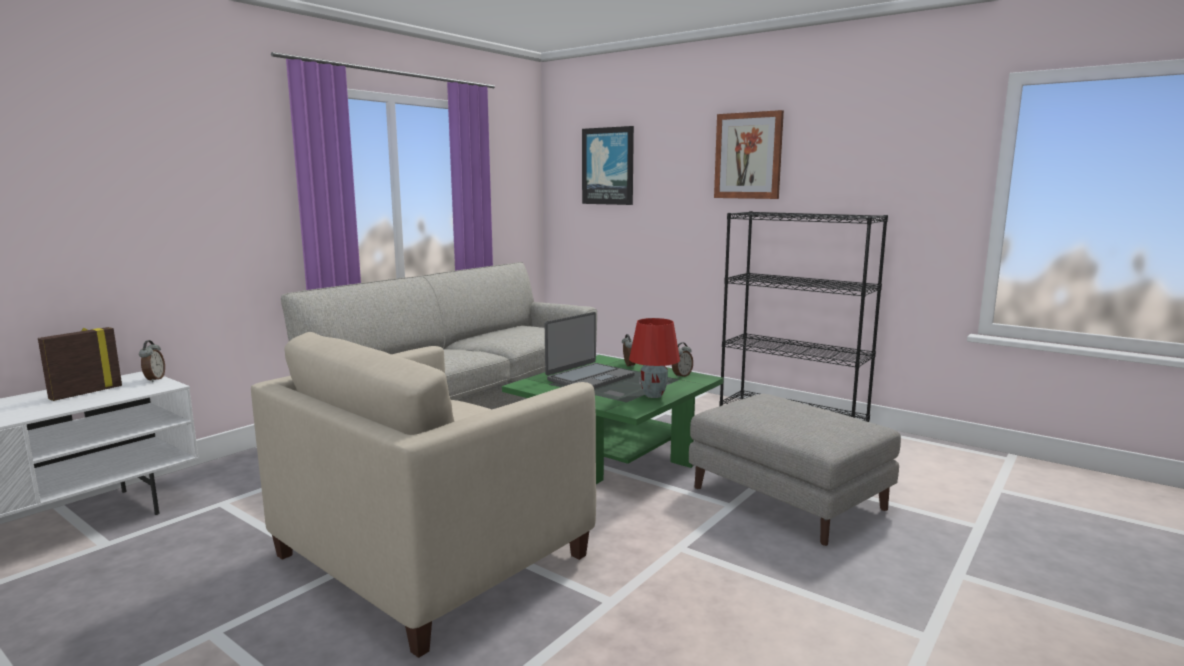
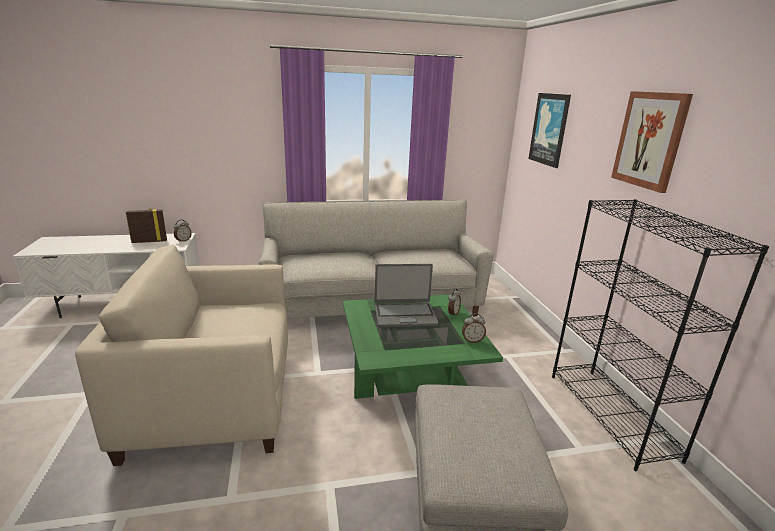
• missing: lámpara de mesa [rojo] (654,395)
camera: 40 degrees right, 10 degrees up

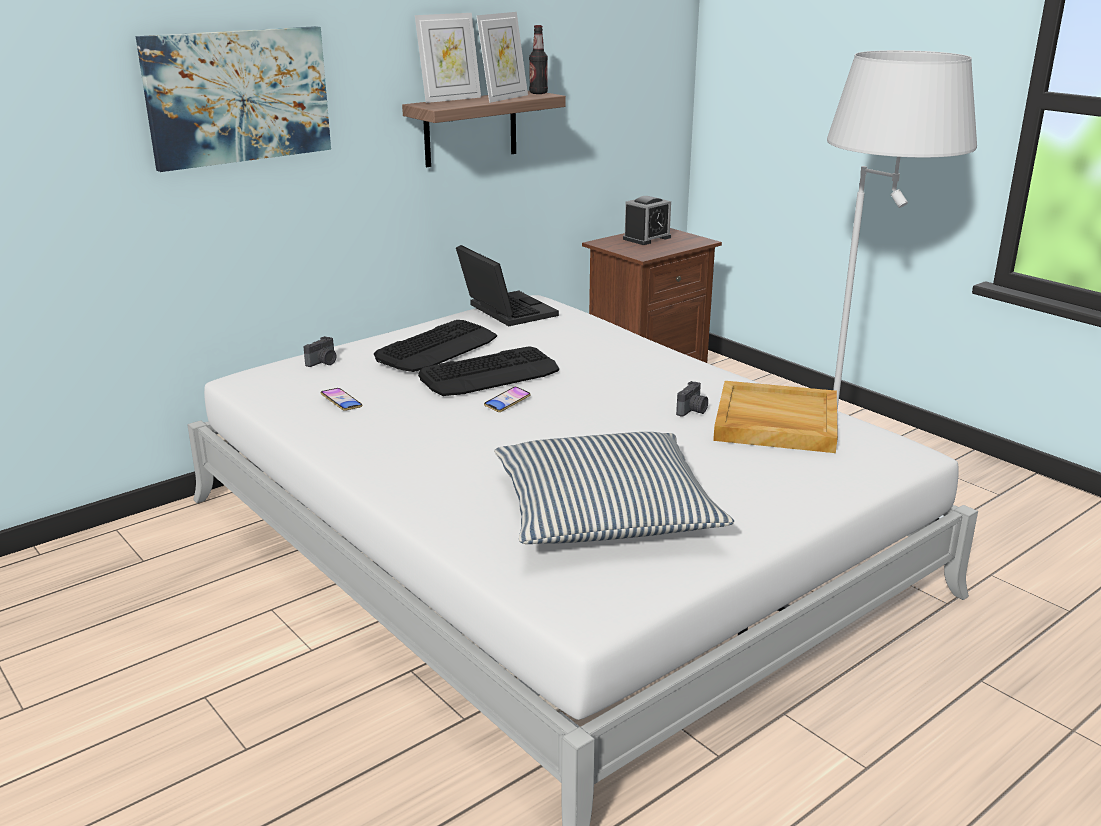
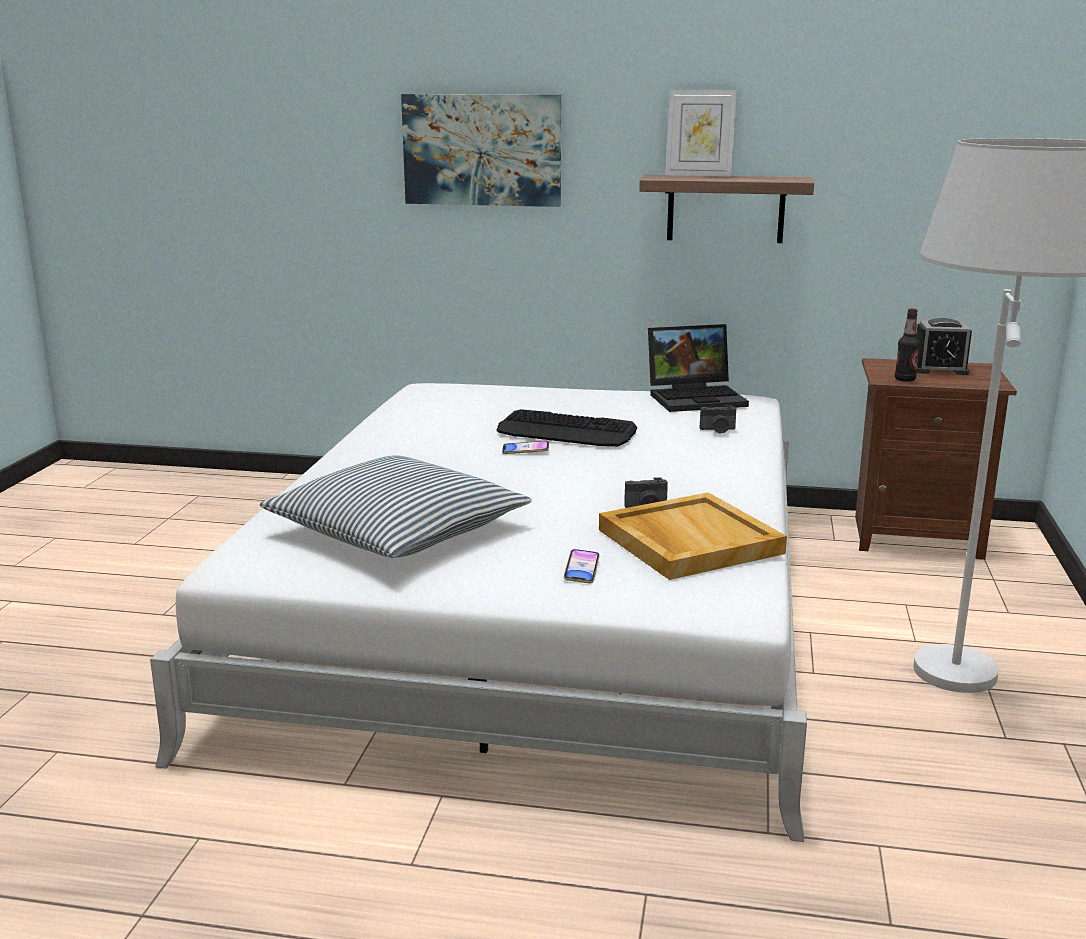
• missing: teclado (437,348)
• missing: portarretratos (503,98)
• relocated: cámara (323,362) to (718,430)
• relocated: móvil (341,402) to (581,570)
• relocated: botella (538,93) to (905,379)
• spun: portátil (504,311) = (697,398) 60 degrees clockwise
camera: 50 degrees right, 5 degrees down

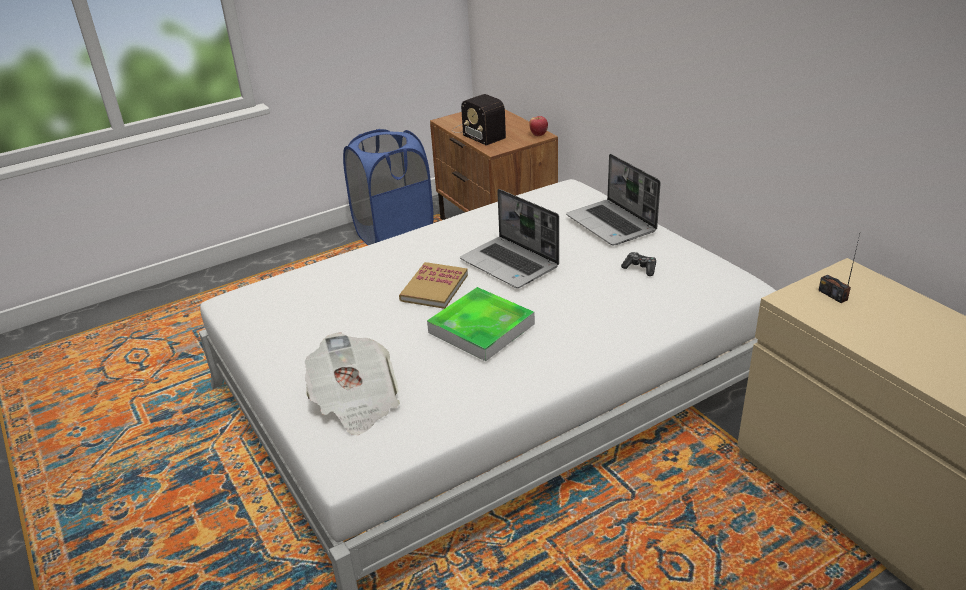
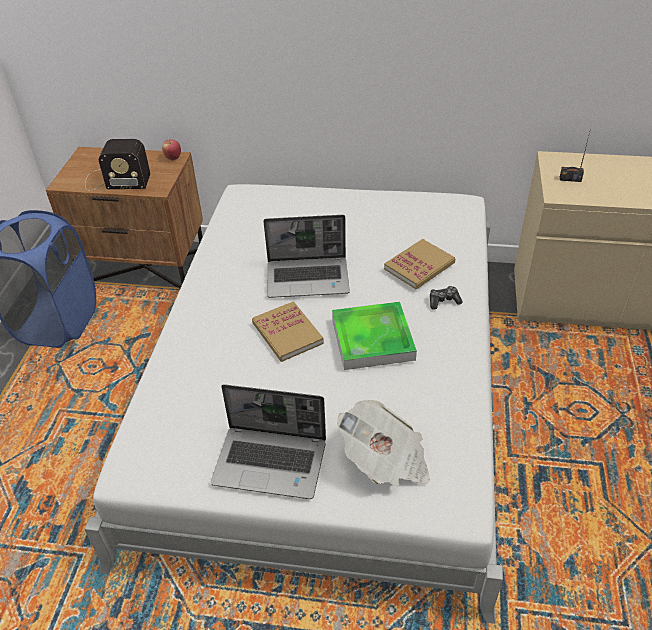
• appeared: libro (419,266)
• relocated: portátil (612,224) to (271,462)
• relocated: mando de consola (640,268) to (443,301)
camera: 50 degrees left, 10 degrees up

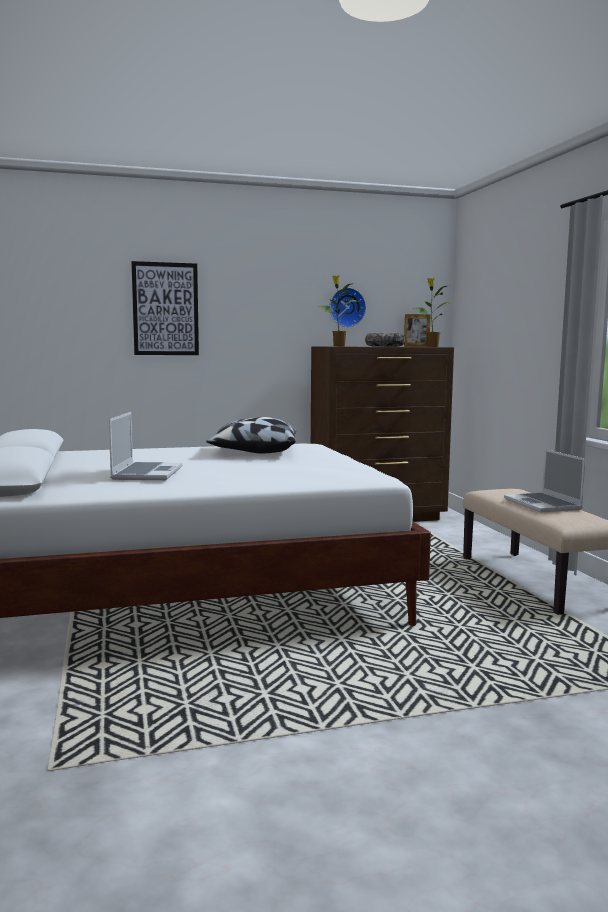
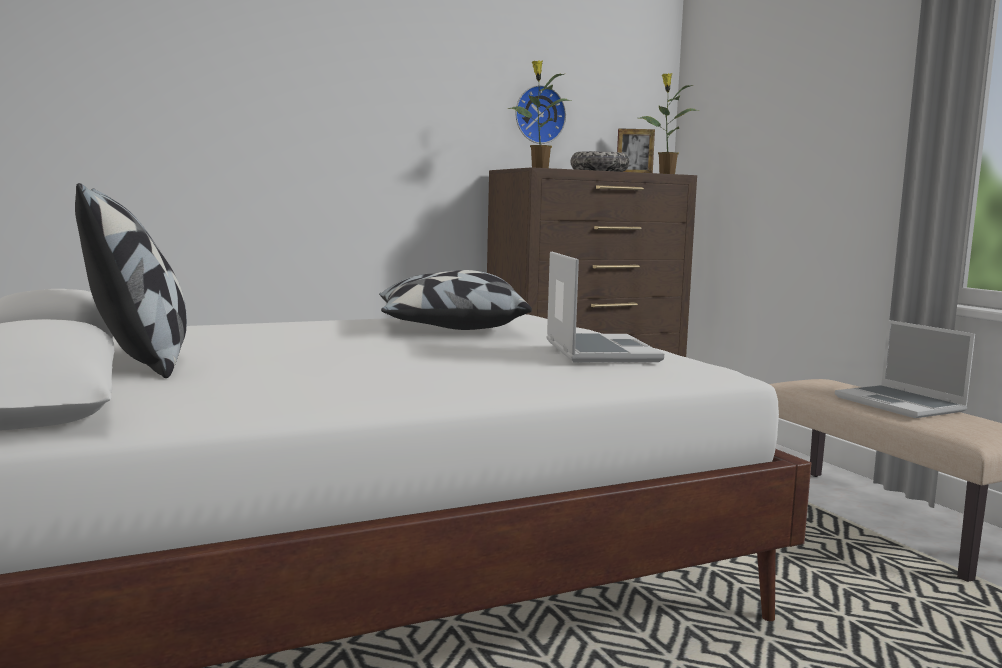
• missing: cuadro (165,309)
• appeared: cojín (139,361)
• relocated: portátil (146,473) to (598,351)
camera: 10 degrees left, 0 degrees up

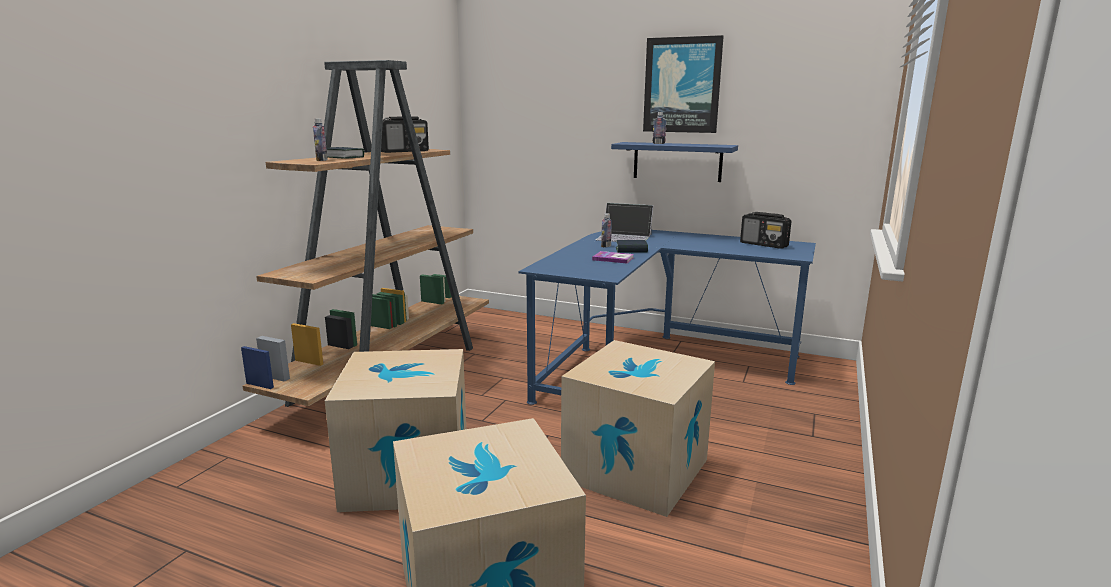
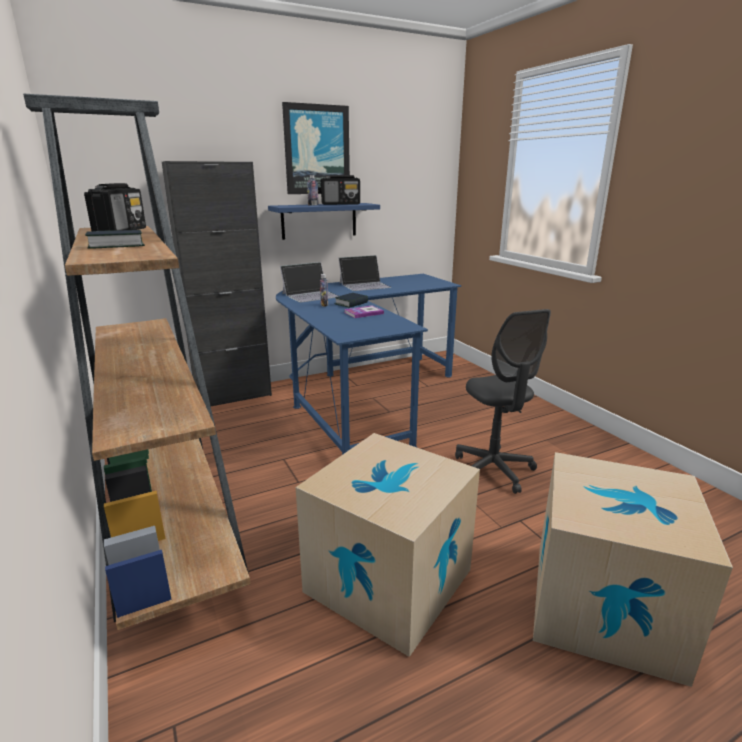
• missing: botella (322,160)
• appeared: armario [negro] (233,396)
• appeared: portátil (365,285)
• relocated: radio (764,245) to (341,204)
• exchanged: caja de cartón (635,469) to silla de oficina [gris] (493,470)
camera: 50 degrees left, 5 degrees up

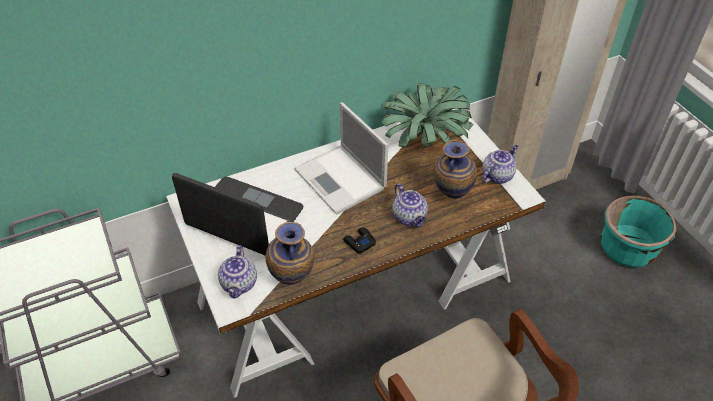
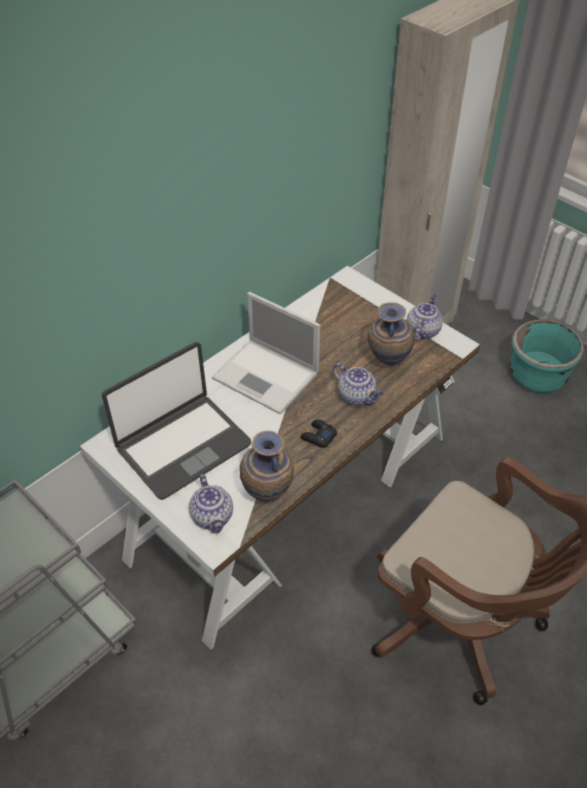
• missing: planta en maceta (424,141)
• spun: portátil (244,218) = (183,446) 135 degrees clockwise
camera: 20 degrees left, 0 degrees up

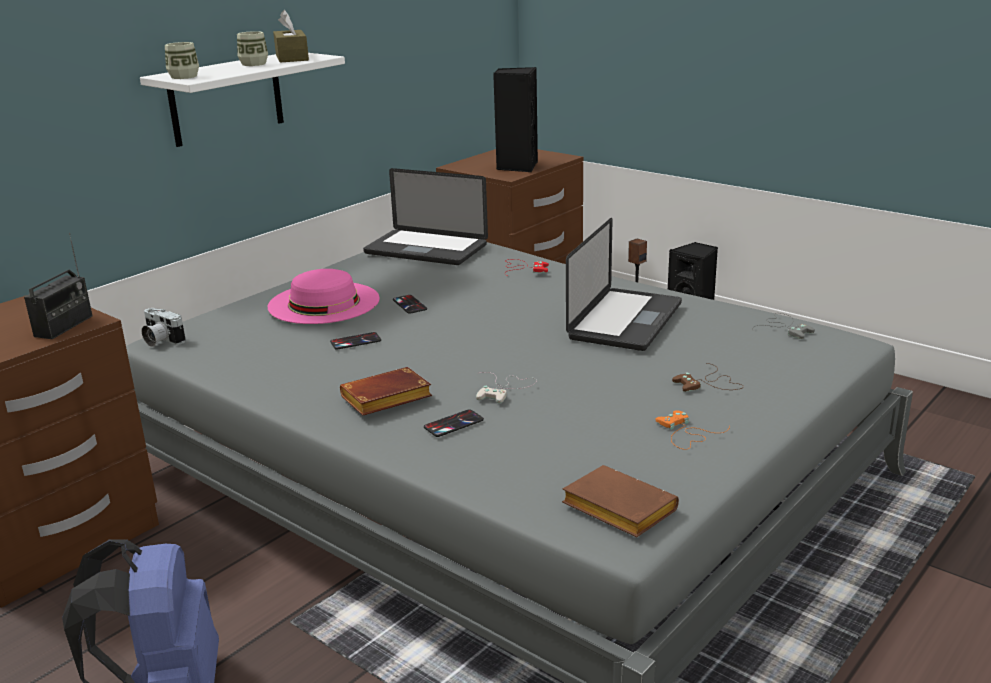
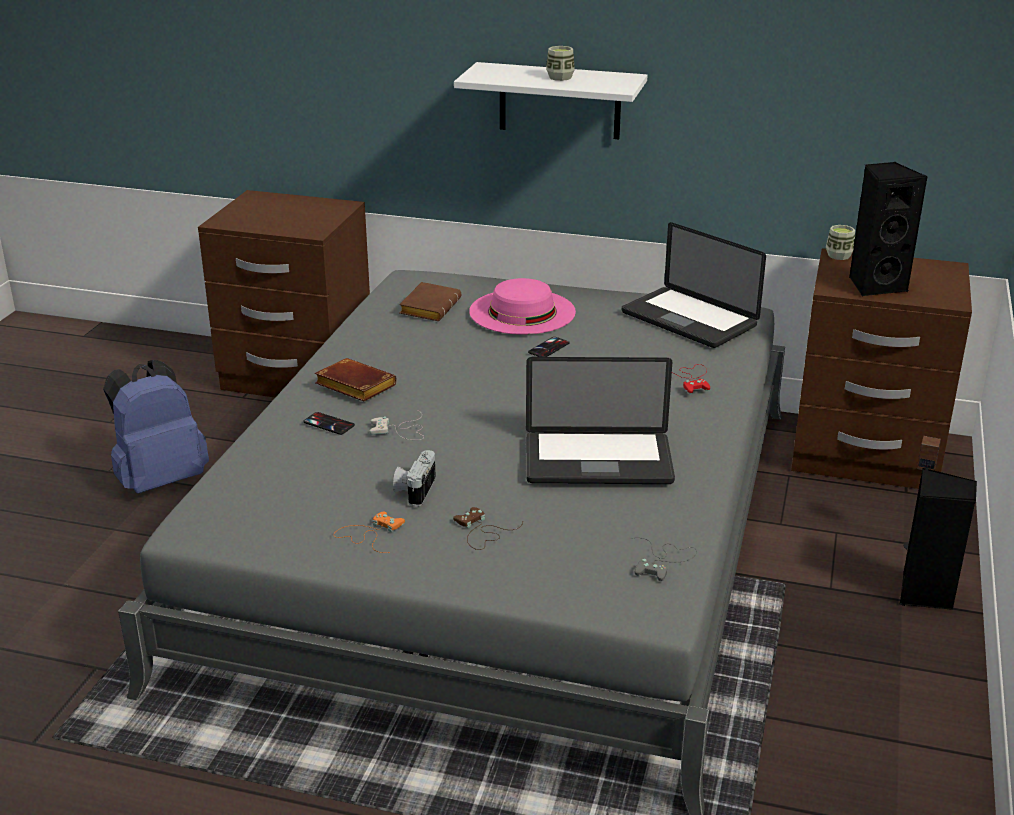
• missing: radio (64,326)
• missing: caja de pañuelos [marrón] (292,57)
• missing: móvil (355,341)
• relocated: cámara (160,340) to (414,490)
• relocated: taza (184,77) to (839,255)
• relocated: libro [marrón] (615,509) to (429,307)
• spun: portátil (426,249) = (689,319) 45 degrees counterclockwise
camera: 65 degrees right, 5 degrees up

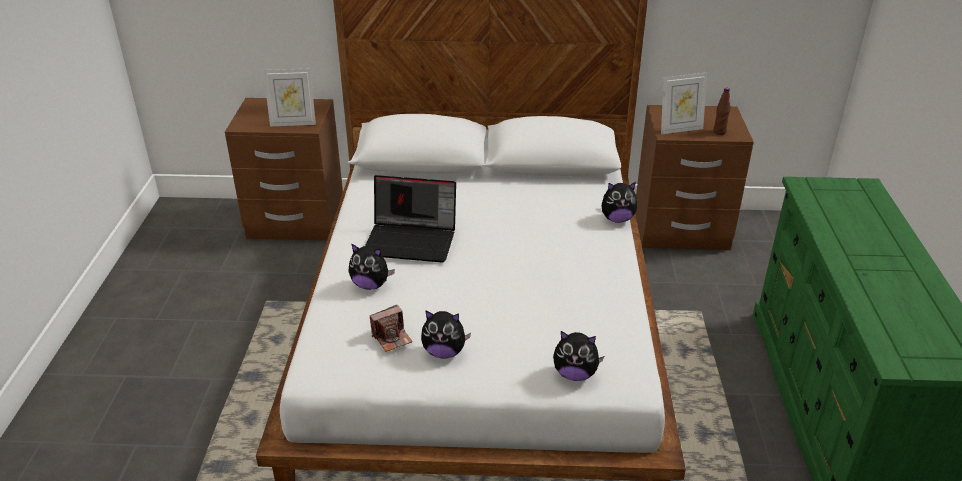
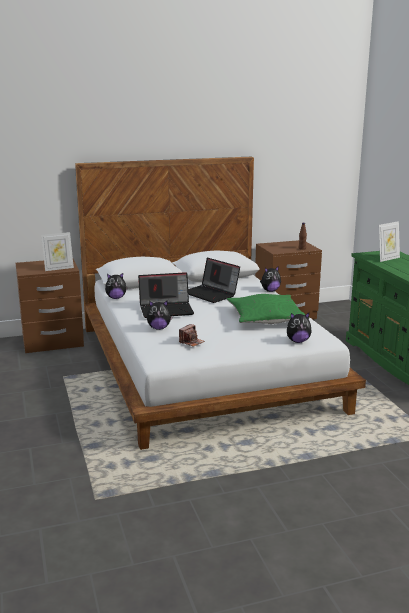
• appeared: portátil (211,294)
• appeared: cojín [verde] (265,318)
• relocated: peluche (444,352) to (116,298)
• relocated: portarretratos (680,129) to (387,259)
camera: 20 degrees left, 15 degrees down

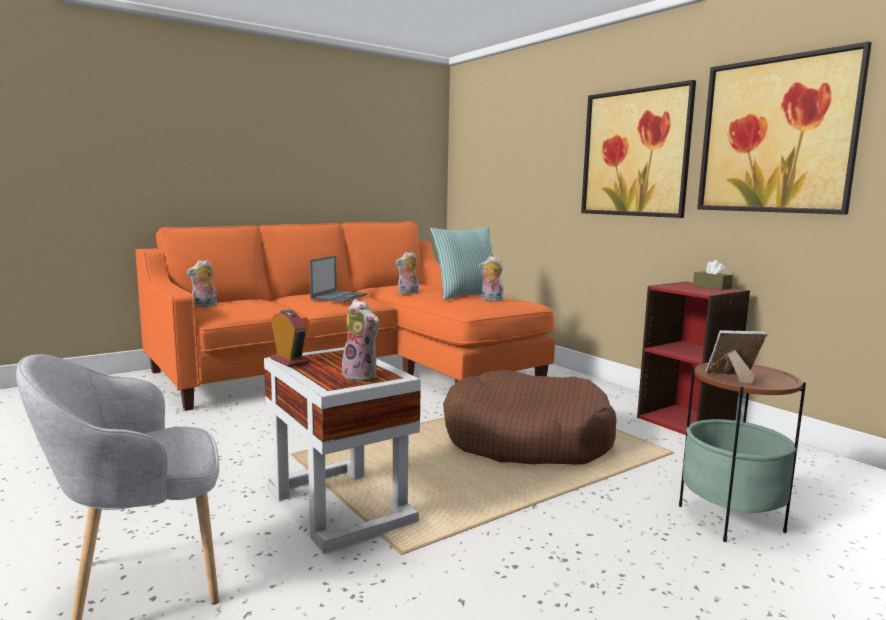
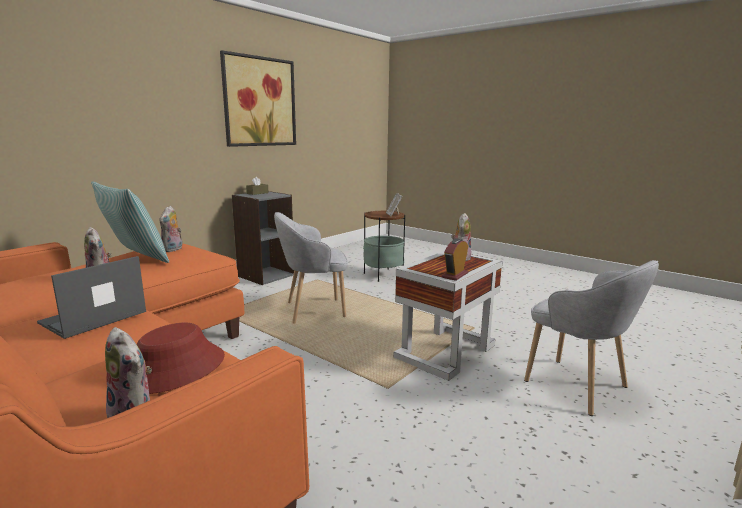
• missing: cuadro (635,153)
• appeared: sombrero [rojo] (175,369)
• exchanged: cama para perro [marrón] (526,439) to sillón [gris] (313,310)
• colour: estantería [rojo] (686,421) to estantería [gris] (265,275)
• spun: portátil (339,297) = (92,318) 60 degrees counterclockwise
camera: 105 degrees left, 5 degrees up

